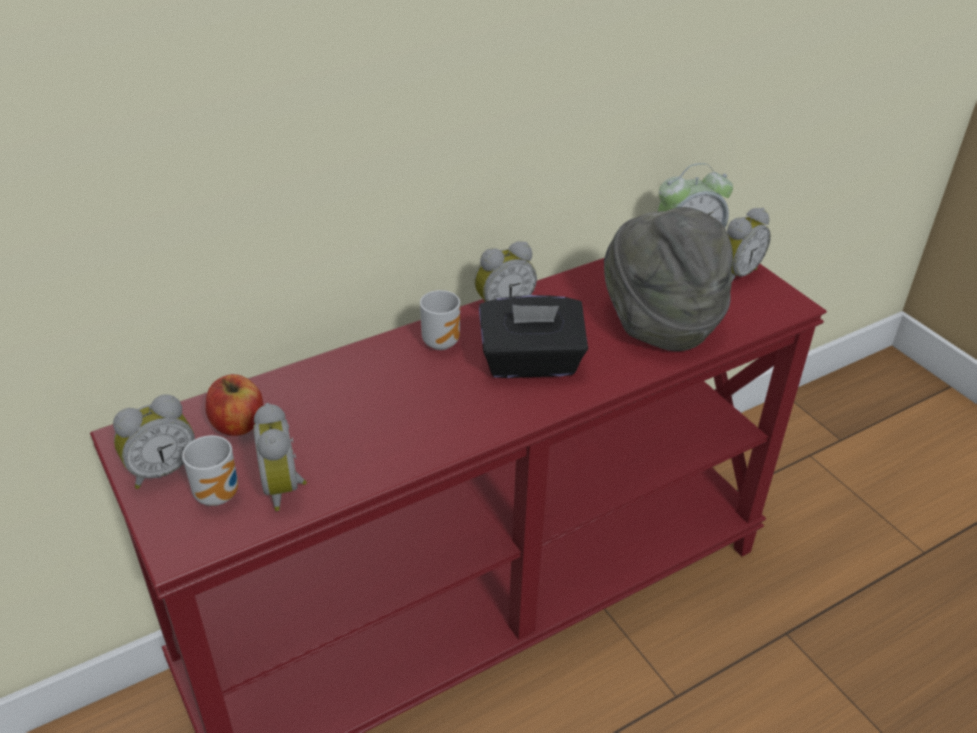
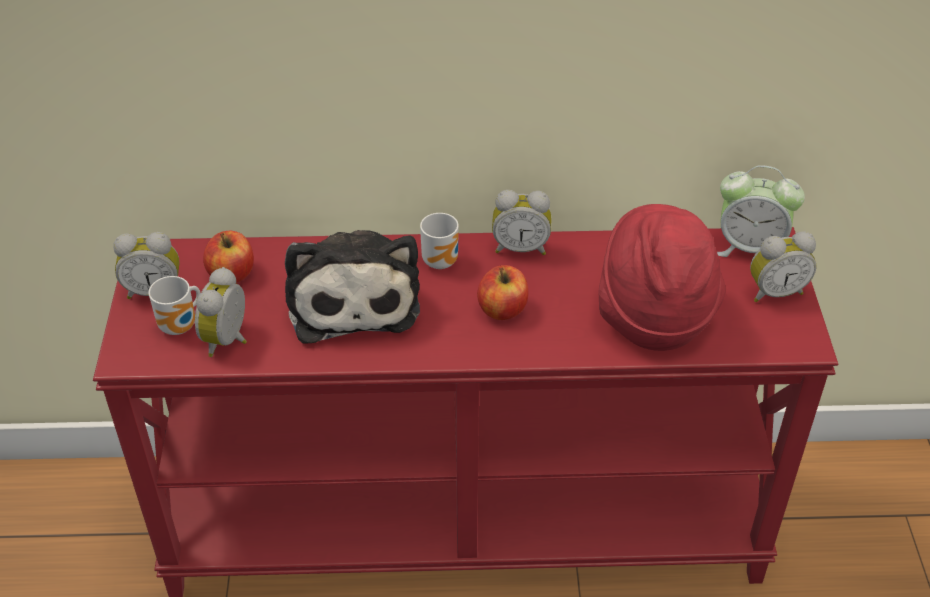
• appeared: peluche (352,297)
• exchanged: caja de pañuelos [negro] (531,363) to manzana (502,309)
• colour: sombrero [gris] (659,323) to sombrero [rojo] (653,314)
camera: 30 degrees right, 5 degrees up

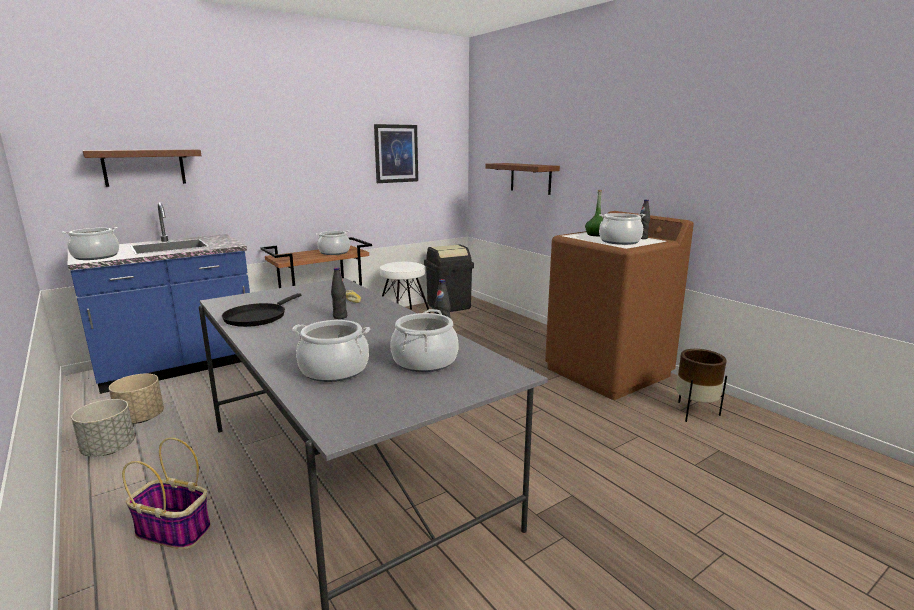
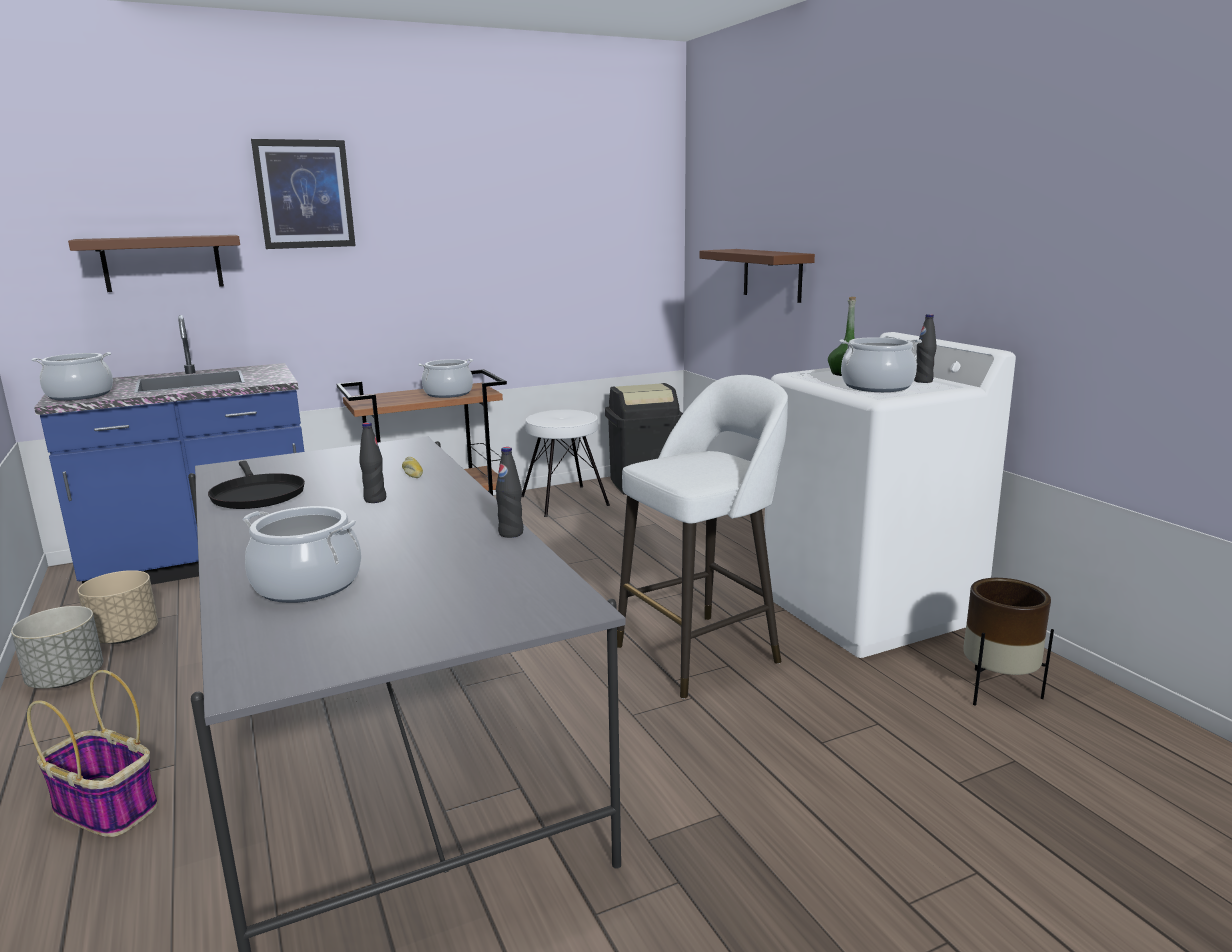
• missing: olla (424,361)
• appeared: taburete [blanco] (701,653)
• relocated: cuadro (396,153) to (304,194)
• colour: lavadora [marrón] (608,372) to lavadora [blanco] (869,609)
• spun: sartén [negro] (257,317) = (256,495) 60 degrees counterclockwise
camera: 10 degrees right, 0 degrees up

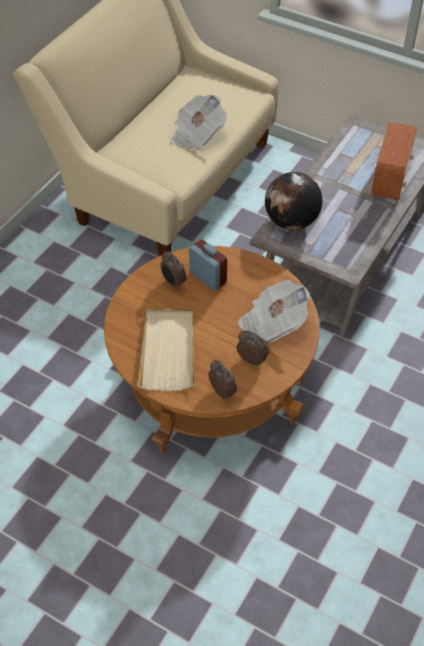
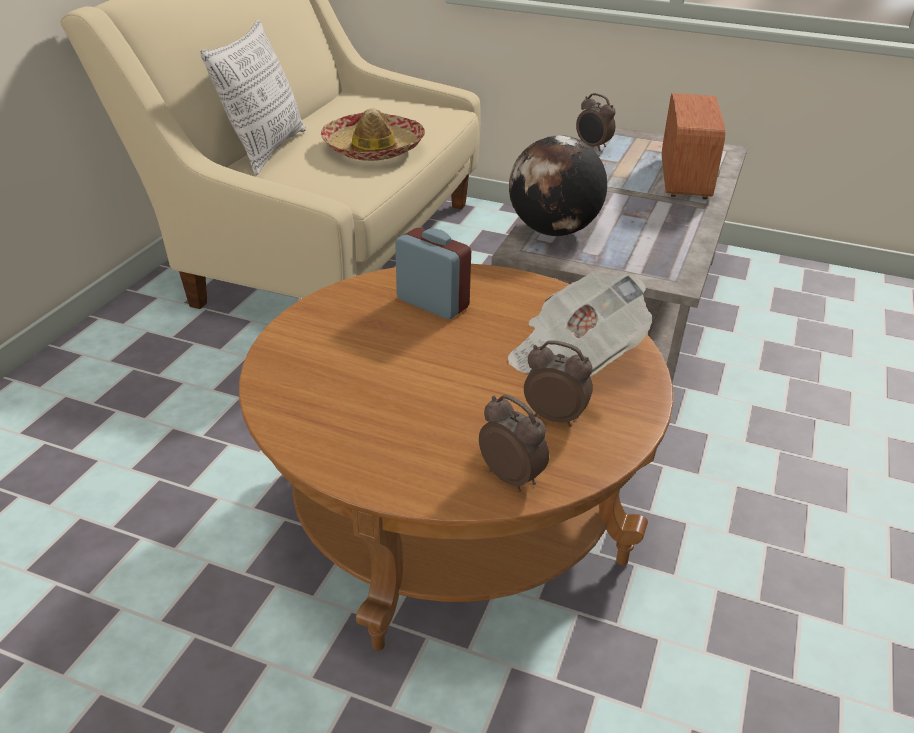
• missing: bandeja [beis] (168,351)
• appeared: cojín (265,150)
• relocated: despertador (173,283) to (592,147)
• exchanged: periódico (197,135) to sombrero (373,148)
camera: 10 degrees left, 15 degrees down

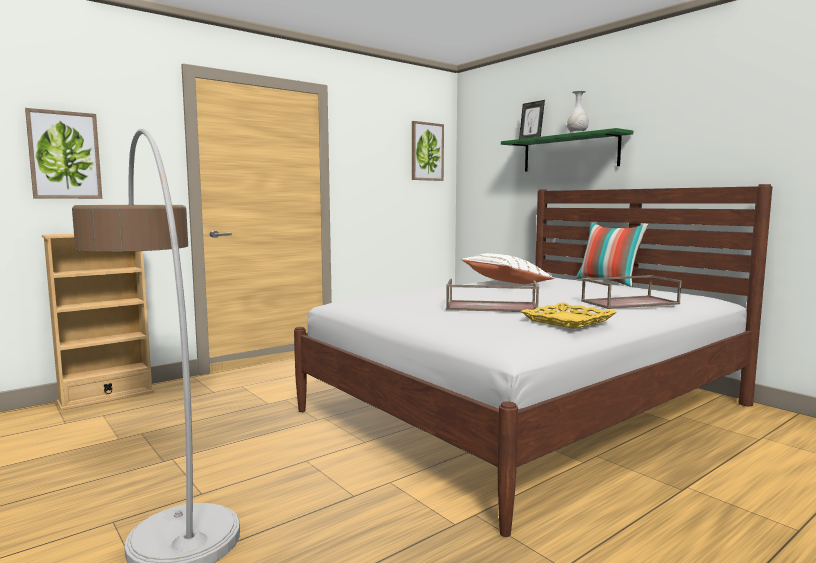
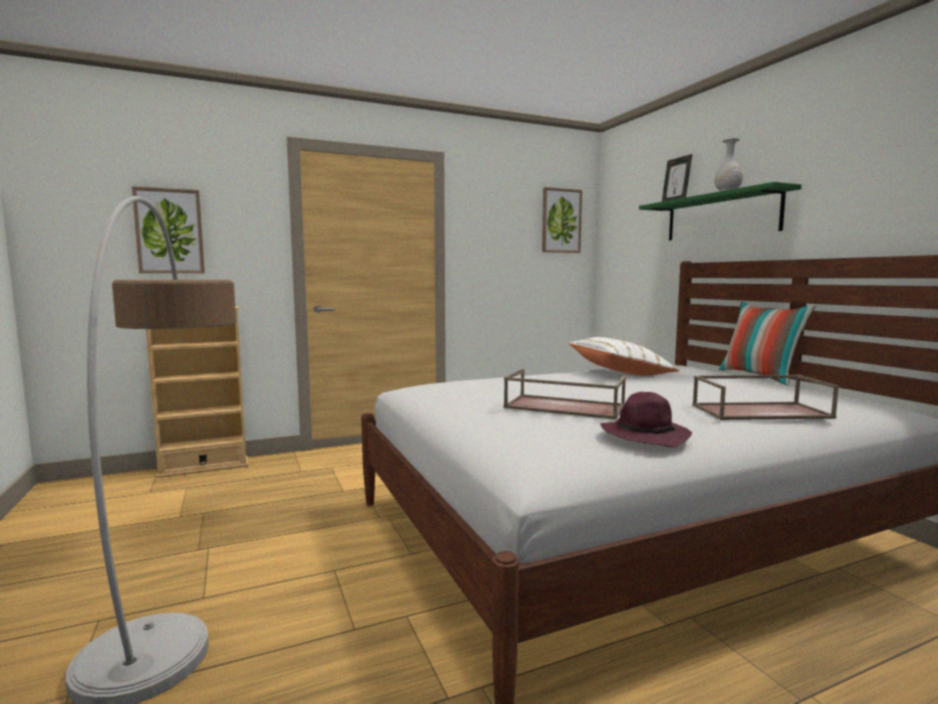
• exchanged: bandeja [amarillo] (567,320) to sombrero [morado] (645,435)
camera: 15 degrees right, 0 degrees up

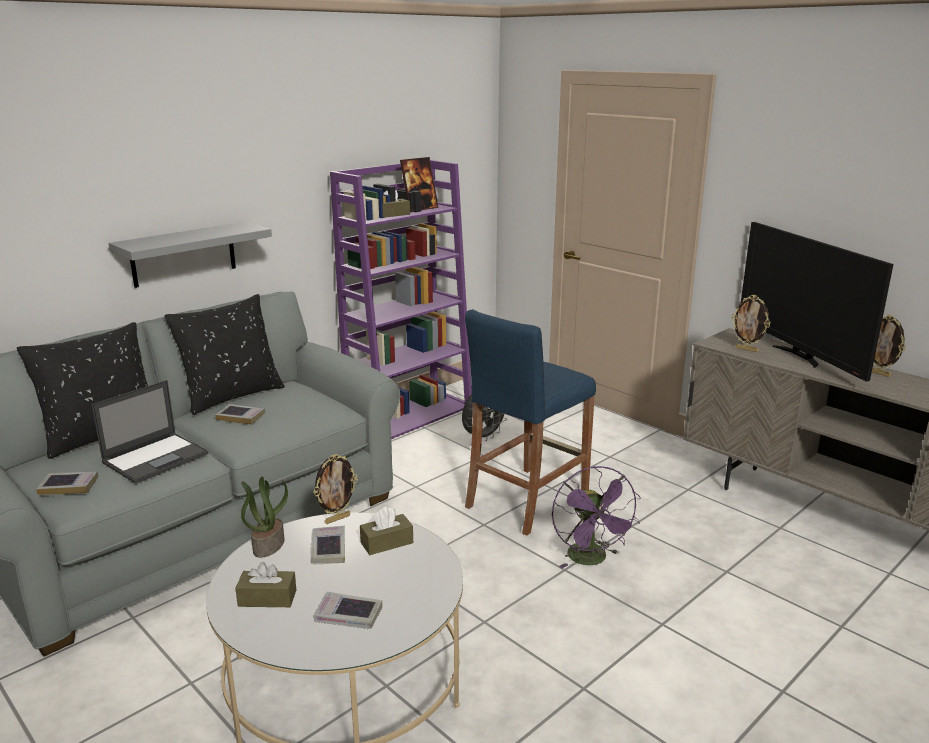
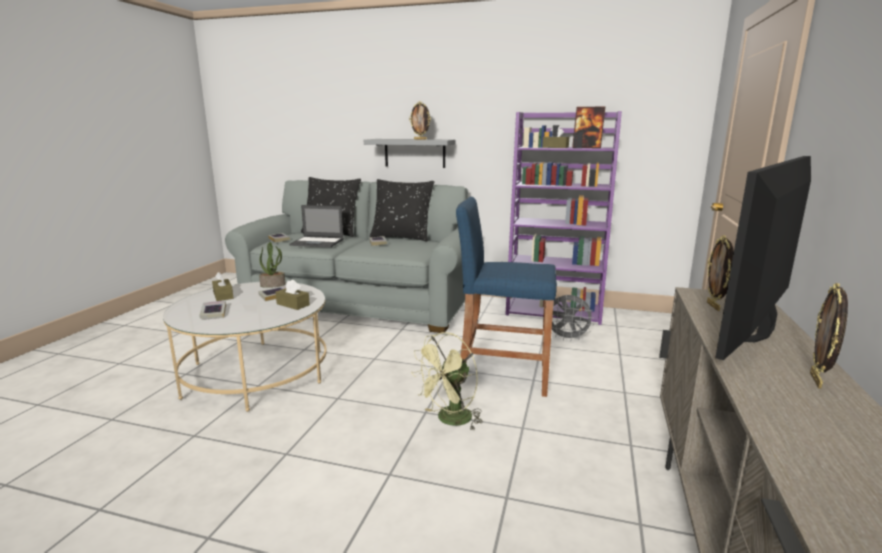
• relocated: portarretratos (337,519) to (420,139)
• colour: ventilador [morado] (592,560) to ventilador [verde] (450,420)
camera: 60 degrees right, 5 degrees down

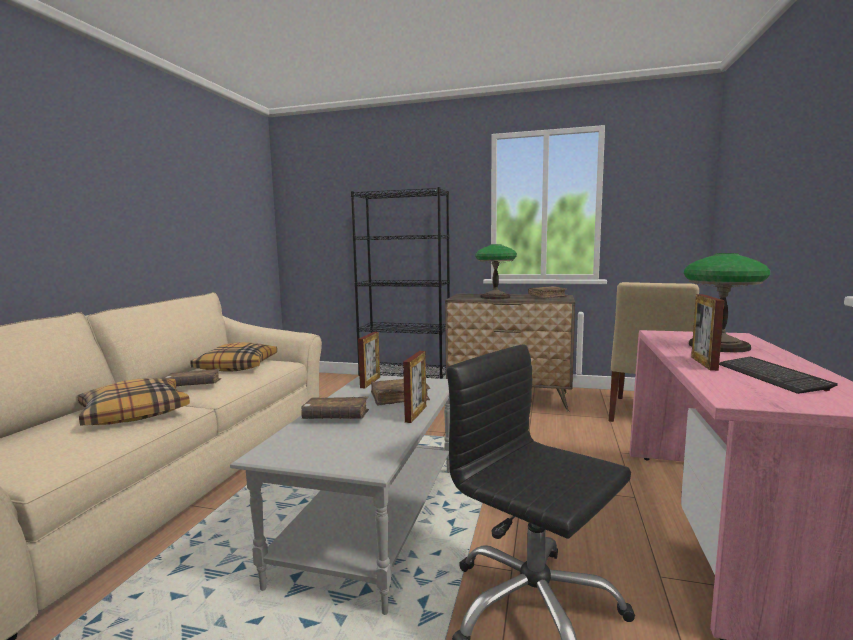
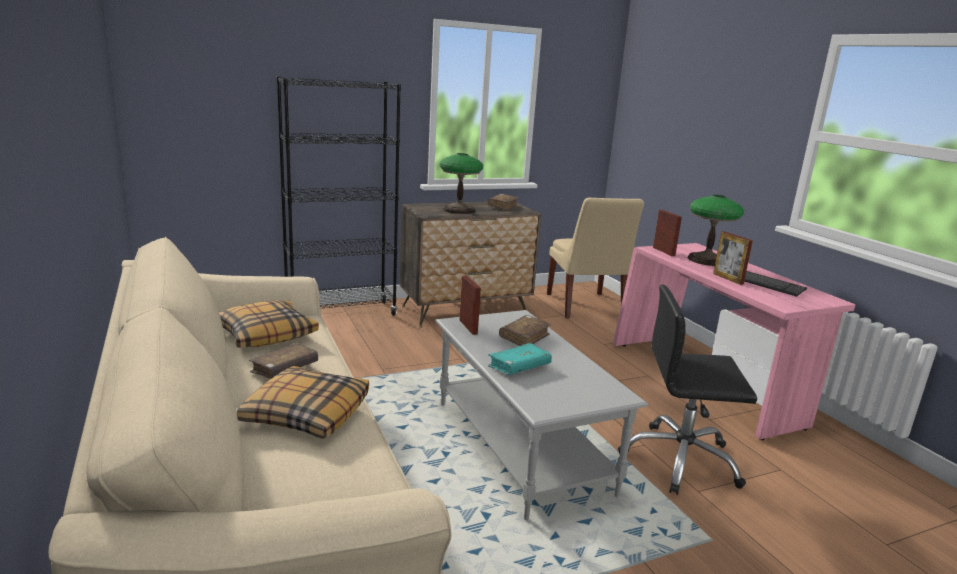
• relocated: portarretratos (416,414) to (663,251)
• colour: libro [marrón] (336,417) to libro [turquesa] (519,367)
camera: 40 degrees left, 10 degrees up

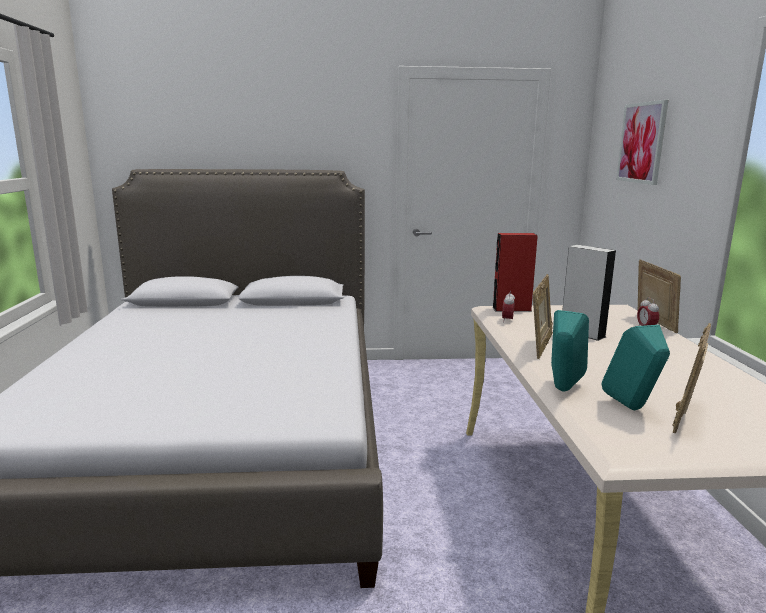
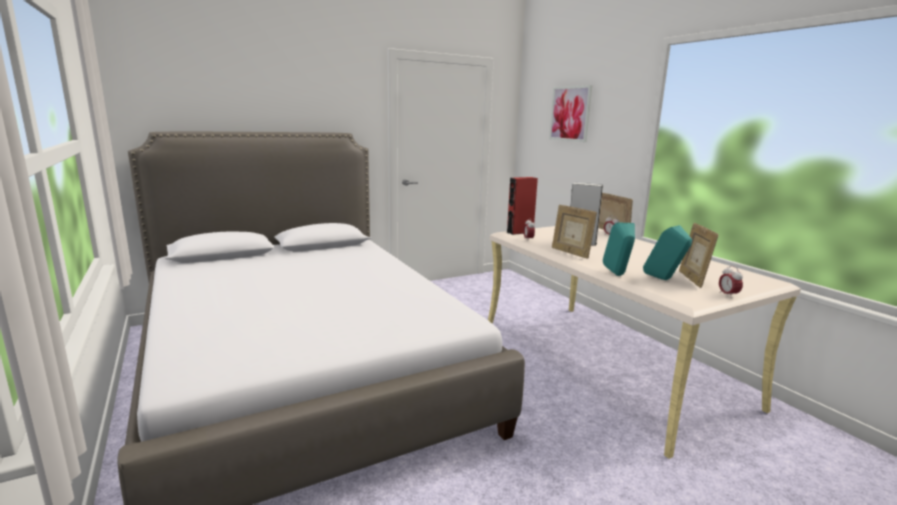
• appeared: despertador (728,295)
• spun: portarretratos (540,347) = (570,253) 150 degrees clockwise
camera: 25 degrees left, 0 degrees up

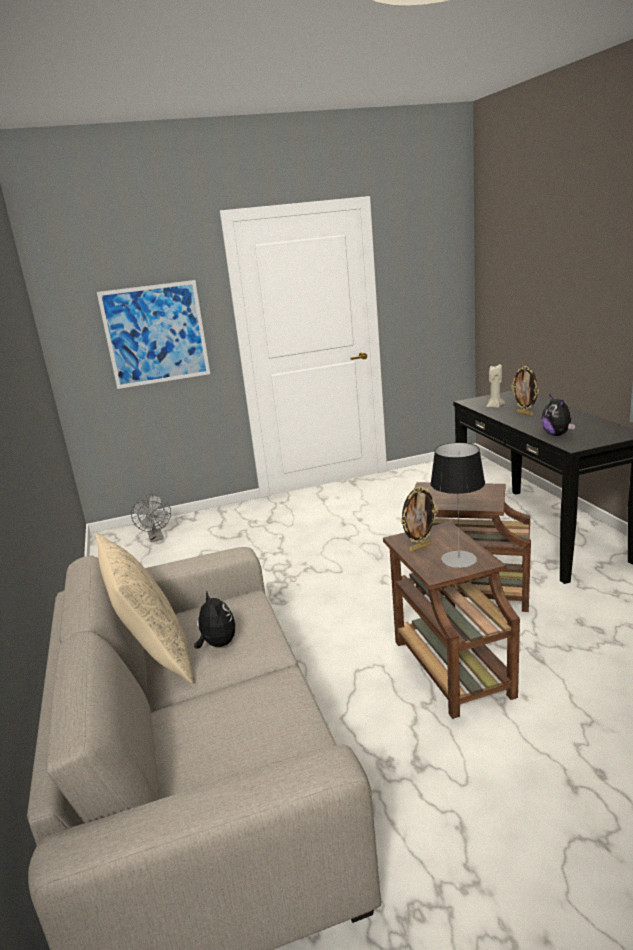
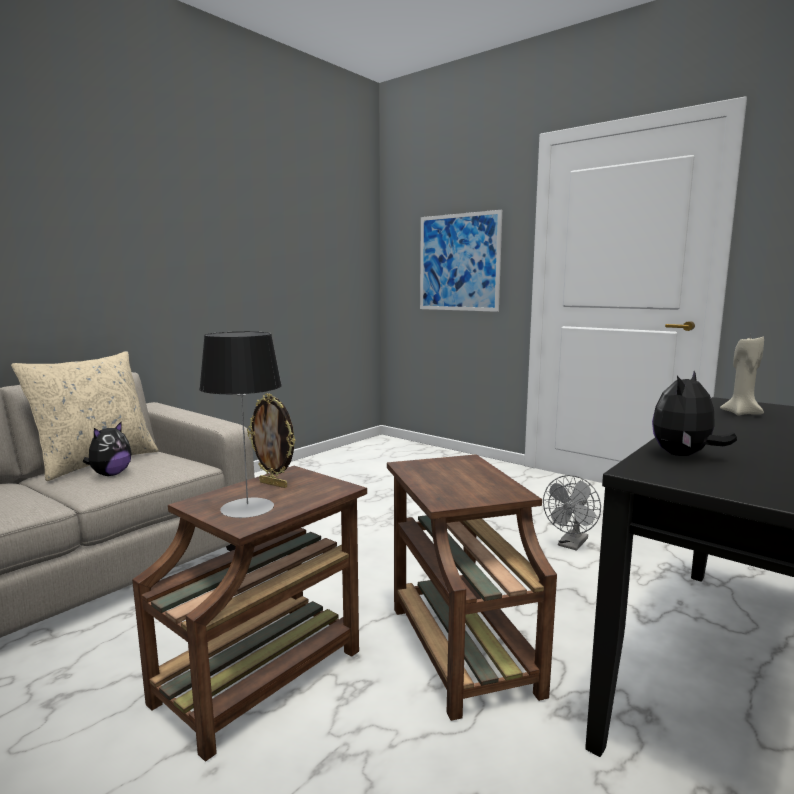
• missing: portarretratos (525,413)
• relocated: ventilador [gris] (156,538) to (571,545)
camera: 55 degrees right, 10 degrees down

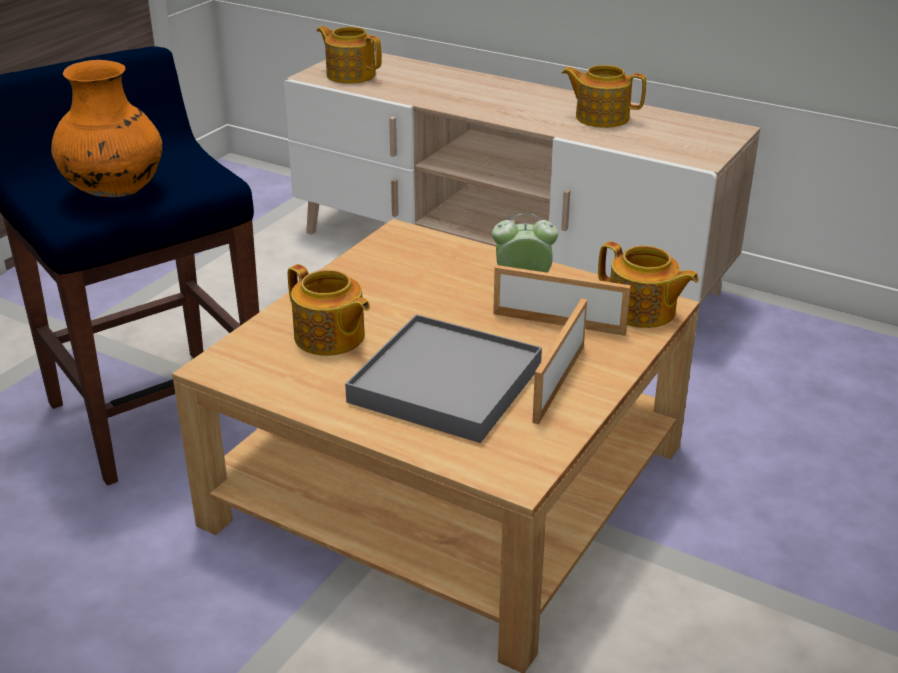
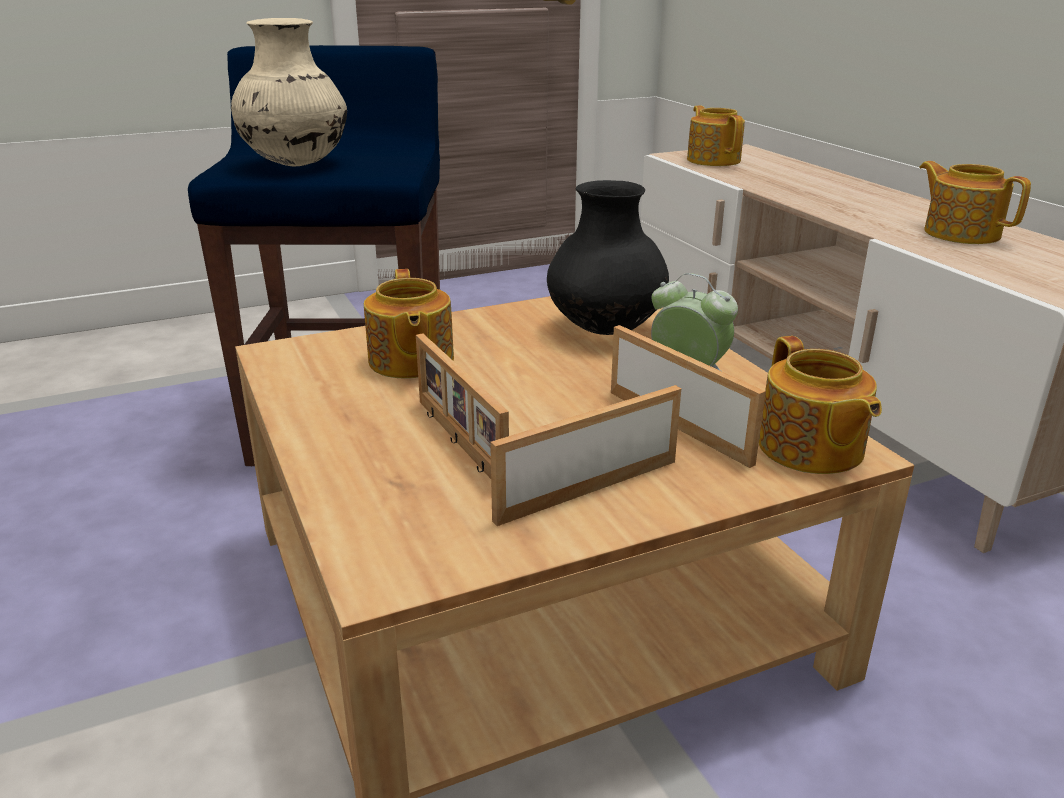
• appeared: florero [negro] (605,330)
• exchanged: bandeja [gris] (446,383) to portarretratos (457,442)
• colour: florero [naranja] (115,192) to florero [beis] (295,164)
camera: 35 degrees right, 5 degrees down

